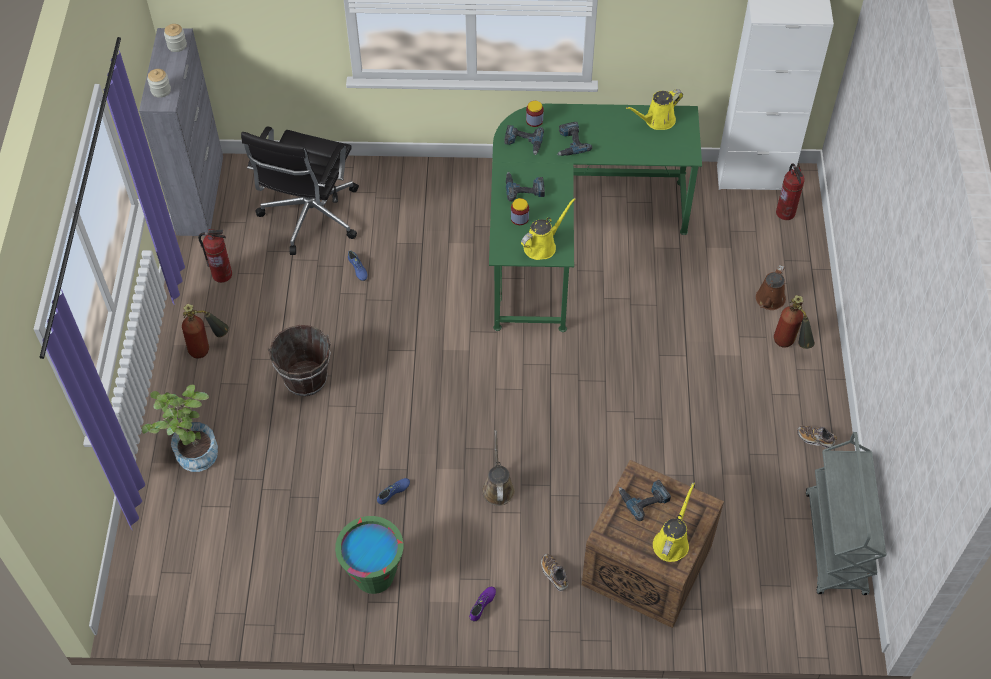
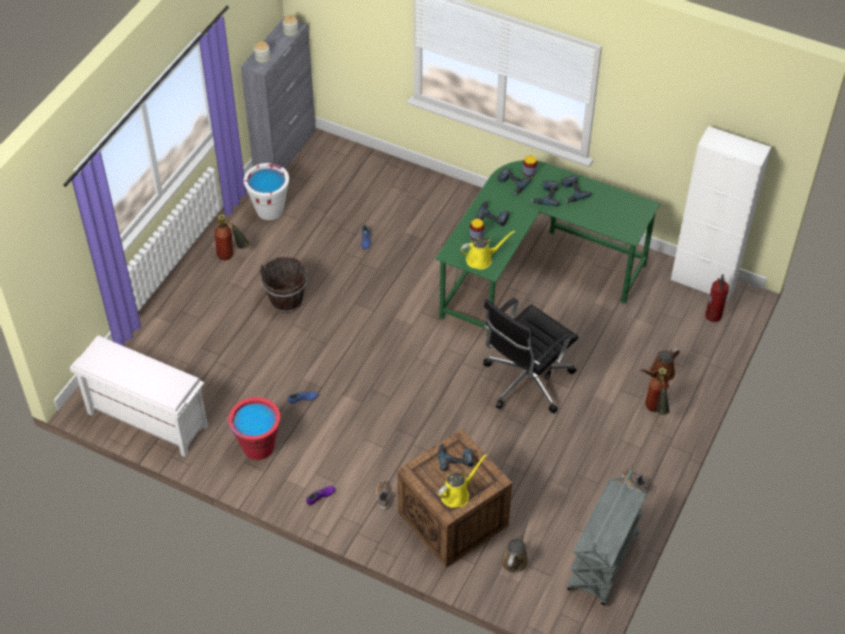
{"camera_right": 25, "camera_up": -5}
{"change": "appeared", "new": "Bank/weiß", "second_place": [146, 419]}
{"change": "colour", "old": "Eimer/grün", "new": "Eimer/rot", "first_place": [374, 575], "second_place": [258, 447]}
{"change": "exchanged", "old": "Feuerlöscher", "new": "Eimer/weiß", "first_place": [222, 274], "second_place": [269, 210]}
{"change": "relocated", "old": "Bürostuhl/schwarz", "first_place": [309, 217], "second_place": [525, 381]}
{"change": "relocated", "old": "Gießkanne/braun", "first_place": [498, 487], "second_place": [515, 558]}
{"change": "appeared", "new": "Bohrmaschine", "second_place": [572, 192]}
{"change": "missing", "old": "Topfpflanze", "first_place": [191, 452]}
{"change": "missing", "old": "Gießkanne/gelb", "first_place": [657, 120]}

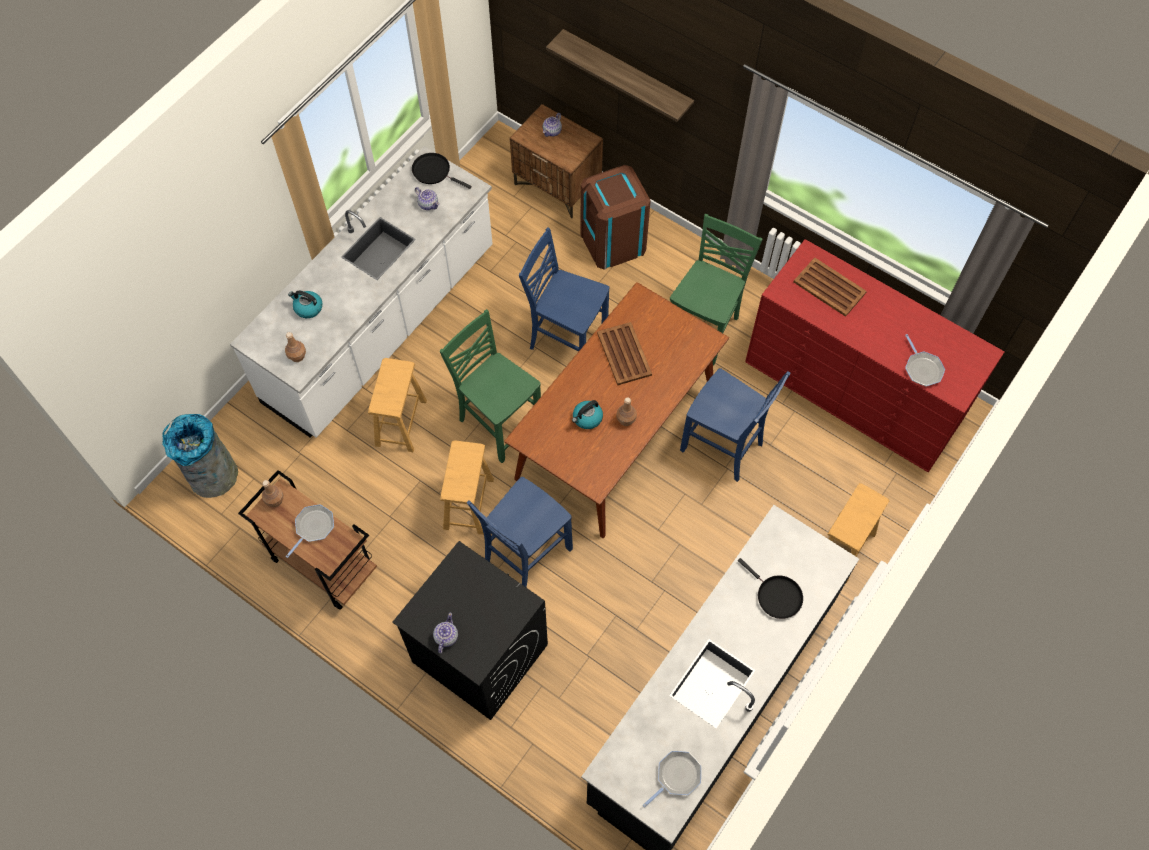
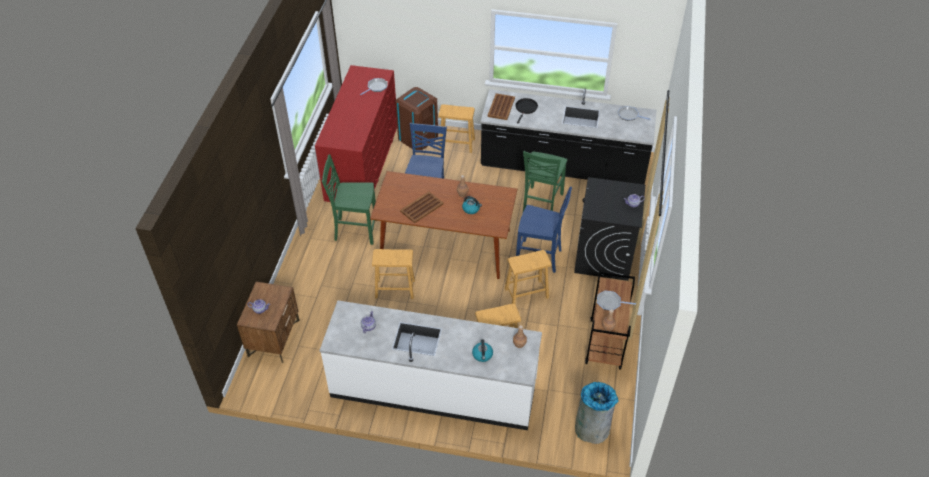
{"camera_right": -115, "camera_up": -15}
{"change": "exchanged", "old": "Stuhl/blau", "new": "Hocker/braun", "first_place": [566, 341], "second_place": [395, 289]}
{"change": "relocated", "old": "Mülleimer/braun", "first_place": [613, 242], "second_place": [418, 137]}
{"change": "relocated", "old": "Tablett/braun", "first_place": [830, 288], "second_place": [501, 107]}
{"change": "relocated", "old": "Stuhl/grün", "first_place": [498, 422], "second_place": [541, 203]}
{"change": "missing", "old": "Pfanne/schwarz", "first_place": [434, 171]}
{"change": "missing", "old": "Wandregal", "first_place": [627, 75]}

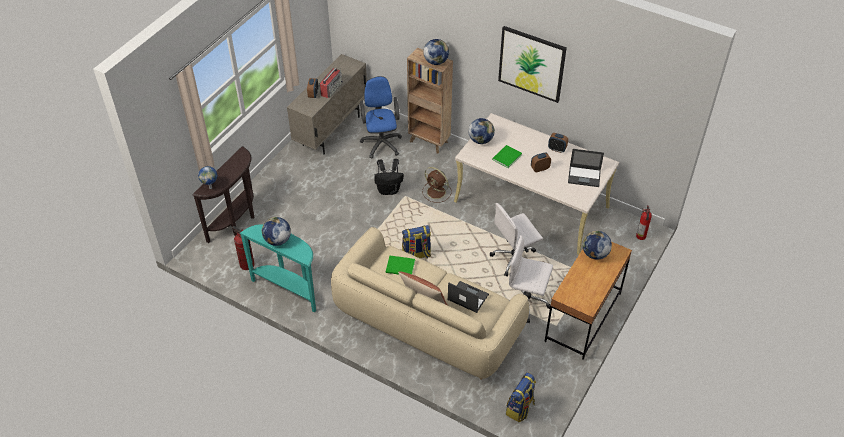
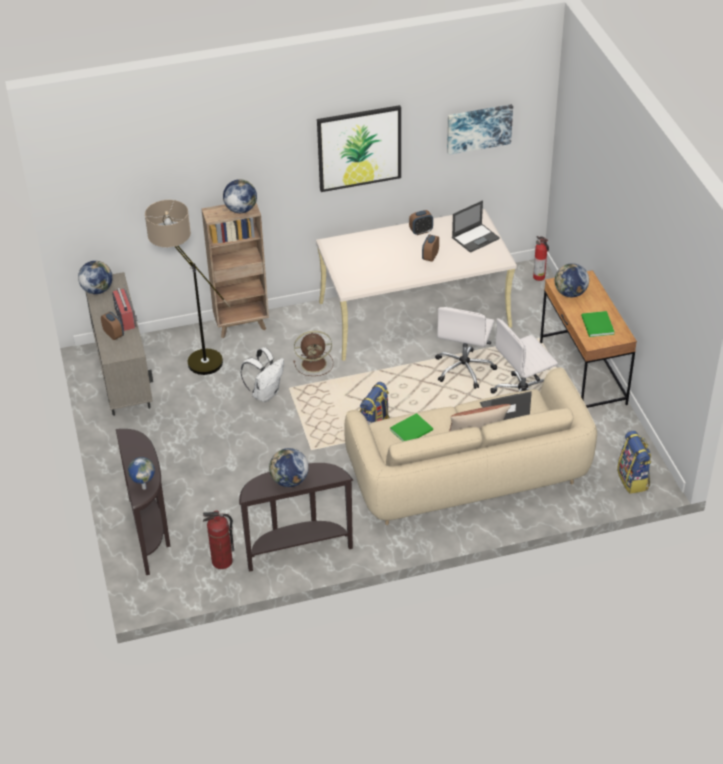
{"camera_right": -45, "camera_up": -5}
{"change": "relocated", "old": "Globus", "first_place": [480, 140], "second_place": [97, 290]}
{"change": "exchanged", "old": "Bürostuhl/blau", "new": "Stehlampe", "first_place": [381, 142], "second_place": [194, 357]}
{"change": "colour", "old": "Konsolentisch/türkis", "new": "Konsolentisch/braun", "first_place": [288, 289], "second_place": [297, 549]}
{"change": "colour", "old": "Rucksack/schwarz", "new": "Rucksack/weiß", "first_place": [389, 190], "second_place": [265, 393]}
{"change": "appeared", "new": "Bild", "second_place": [479, 128]}
{"change": "relocated", "old": "Buch/grün", "first_place": [506, 157], "second_place": [597, 326]}

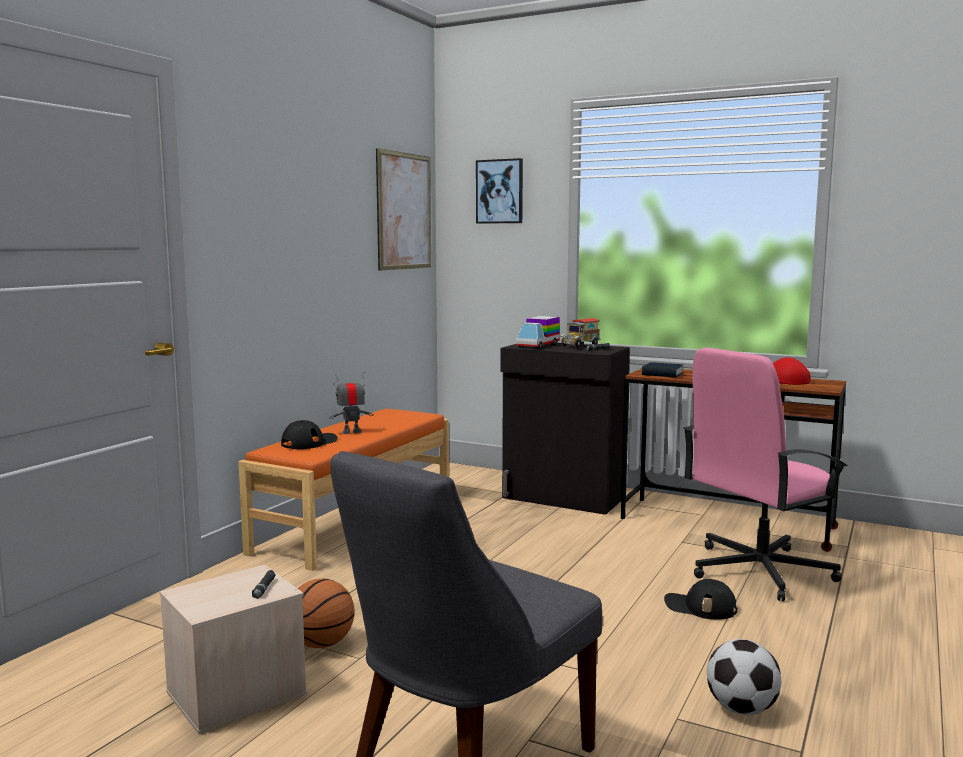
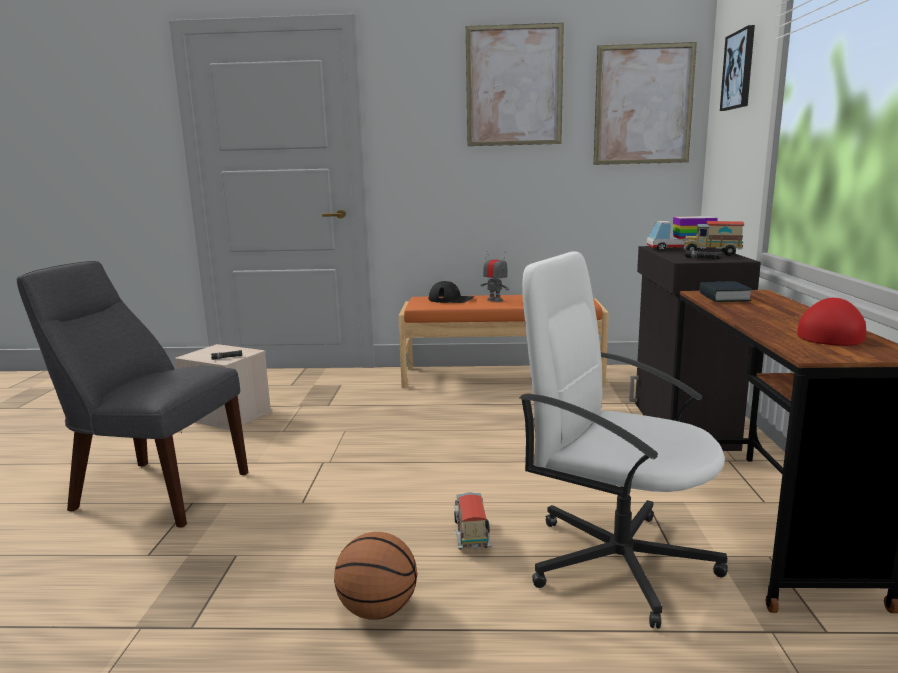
{"camera_right": 65, "camera_up": 5}
{"change": "relocated", "old": "Basketball", "first_place": [321, 644], "second_place": [377, 610]}
{"change": "exchanged", "old": "Kappe/schwarz", "new": "Spielzeuglaster", "first_place": [700, 607], "second_place": [472, 536]}
{"change": "appeared", "new": "Bild", "second_place": [514, 86]}
{"change": "colour", "old": "Bürostuhl/rosa", "new": "Bürostuhl/weiß", "first_place": [758, 571], "second_place": [617, 561]}
{"change": "missing", "old": "Fußball", "first_place": [742, 709]}

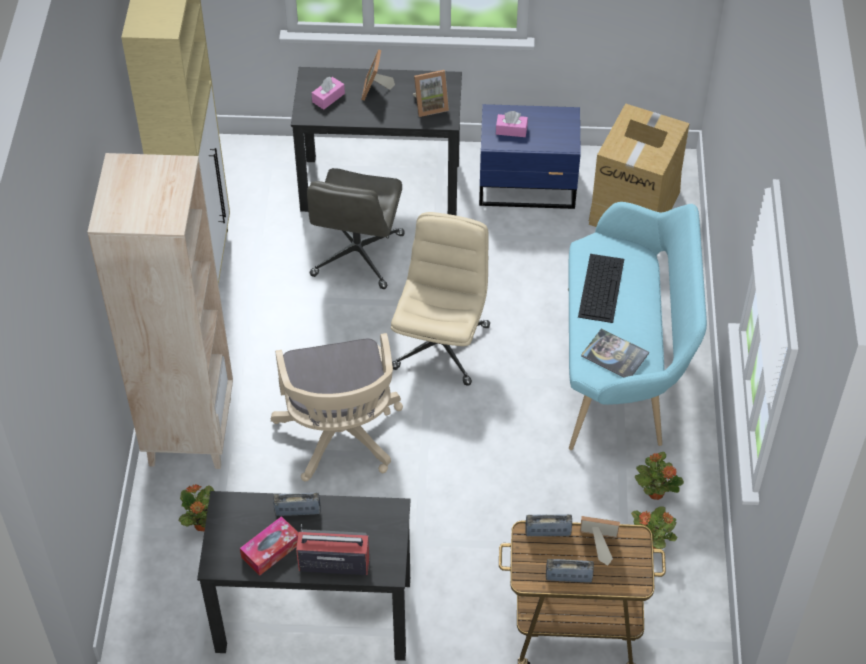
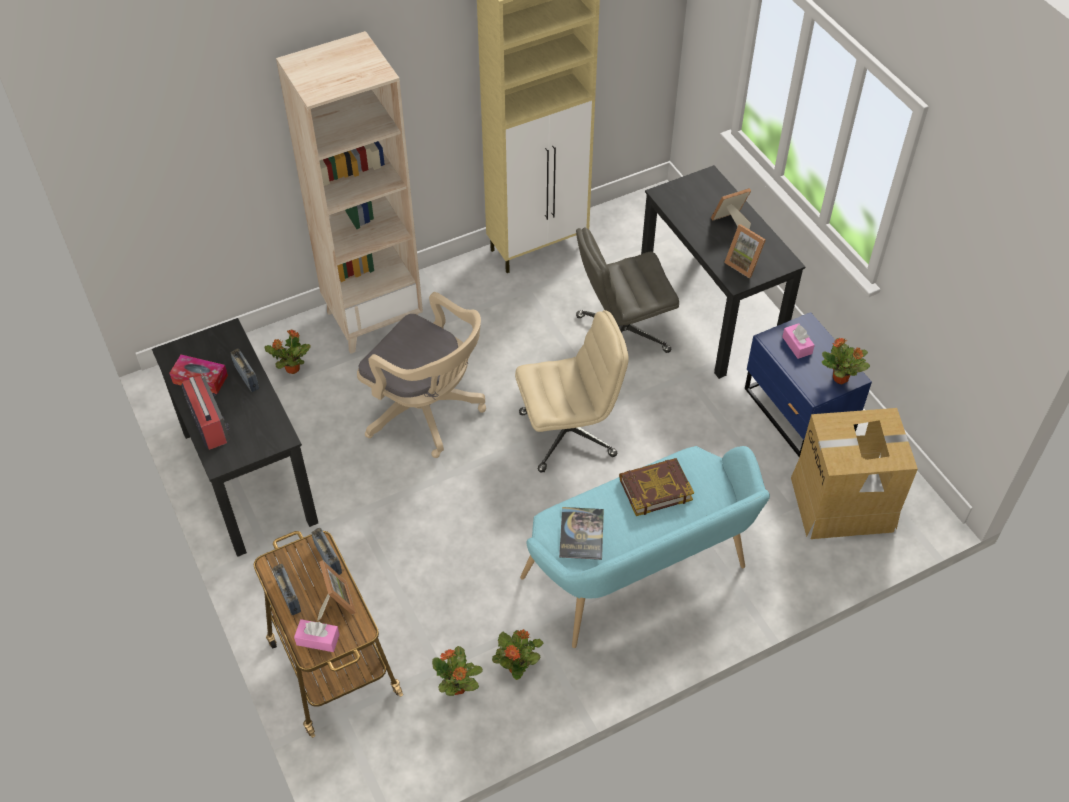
{"camera_right": 60, "camera_up": 0}
{"change": "relocated", "old": "Taschentuchbox/rosa", "first_place": [328, 98], "second_place": [318, 639]}
{"change": "spun", "old": "Bürostuhl/beige", "first_place": [340, 438], "second_place": [427, 412], "degrees": -105}
{"change": "exchanged", "old": "Tastatur", "new": "Buch", "first_place": [601, 287], "second_place": [655, 489]}
{"change": "appeared", "new": "Topfpflanze", "second_place": [840, 378]}

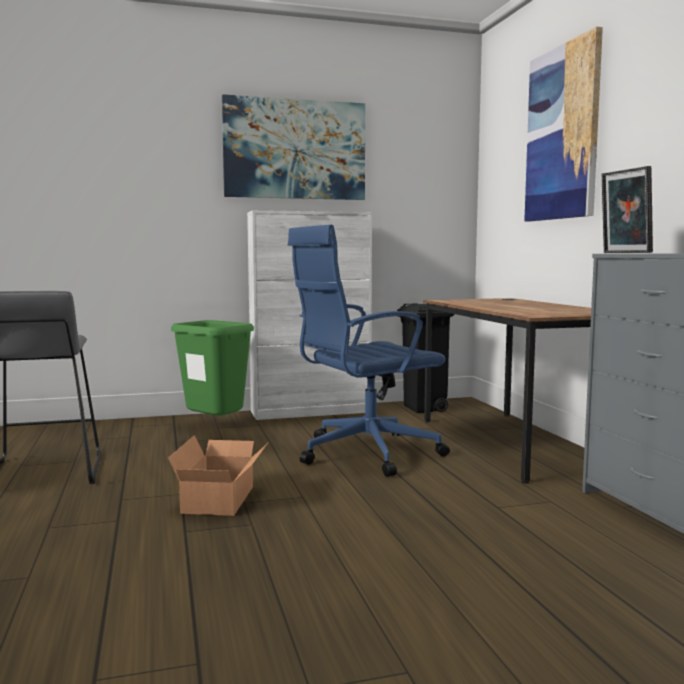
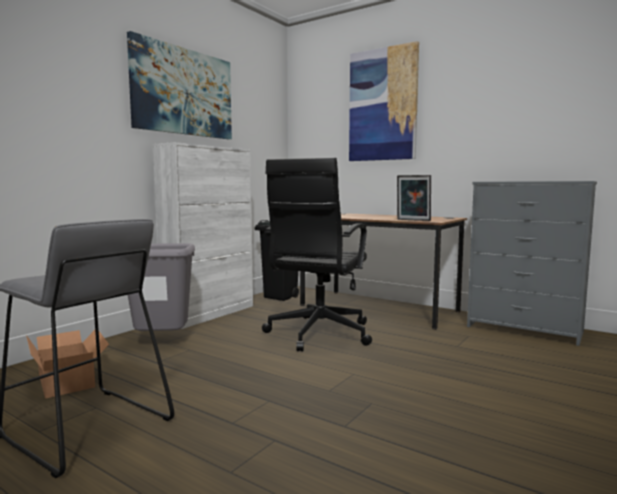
{"camera_right": -40, "camera_up": 0}
{"change": "relocated", "old": "Karton", "first_place": [222, 499], "second_place": [69, 379]}
{"change": "colour", "old": "Mülleimer/grün", "new": "Mülleimer/grau", "first_place": [215, 427], "second_place": [162, 342]}
{"change": "colour", "old": "Bürostuhl/blau", "new": "Bürostuhl/schwarz", "first_place": [364, 453], "second_place": [318, 334]}
{"change": "relocated", "old": "Bilderrahmen", "first_place": [623, 253], "second_place": [413, 220]}

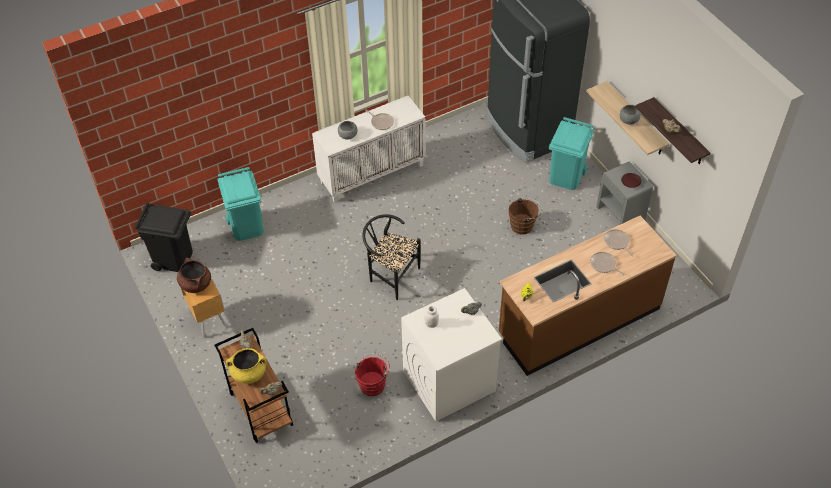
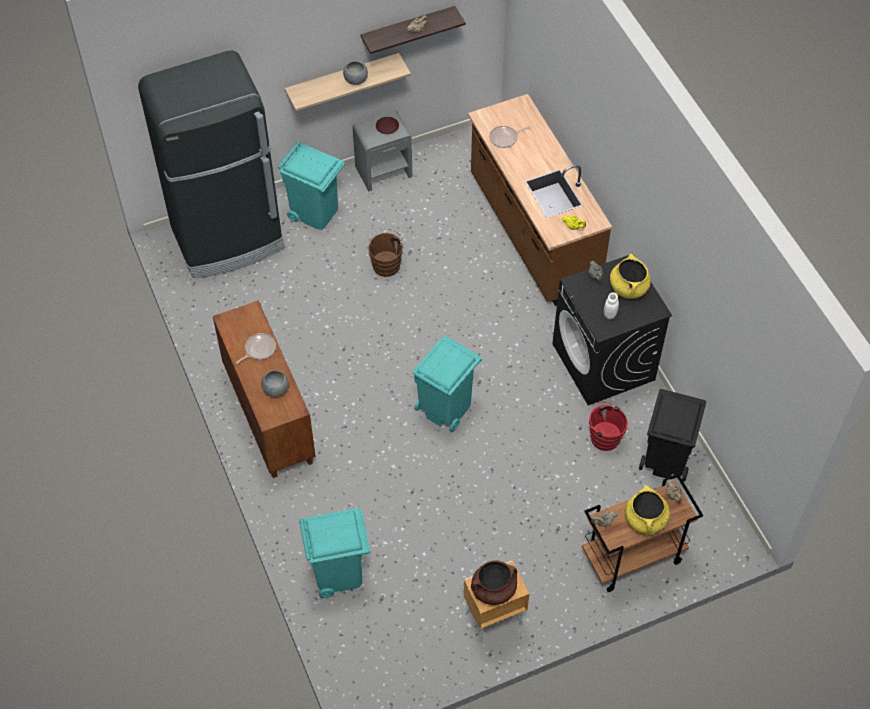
{"camera_right": -85, "camera_up": 5}
{"change": "colour", "old": "Schrank/weiß", "new": "Schrank/braun", "first_place": [372, 173], "second_place": [268, 415]}
{"change": "exchanged", "old": "Stuhl/schwarz", "new": "Mülleimer/türkis", "first_place": [390, 275], "second_place": [445, 407]}
{"change": "colour", "old": "Waschmaschine/weiß", "new": "Waschmaschine/schwarz", "first_place": [448, 381], "second_place": [604, 362]}
{"change": "appeared", "new": "Kochtopf/gelb", "second_place": [628, 287]}
{"change": "relocated", "old": "Mülleimer/schwarz", "first_place": [174, 258], "second_place": [665, 459]}
{"change": "missing", "old": "Pfanne", "first_place": [604, 265]}

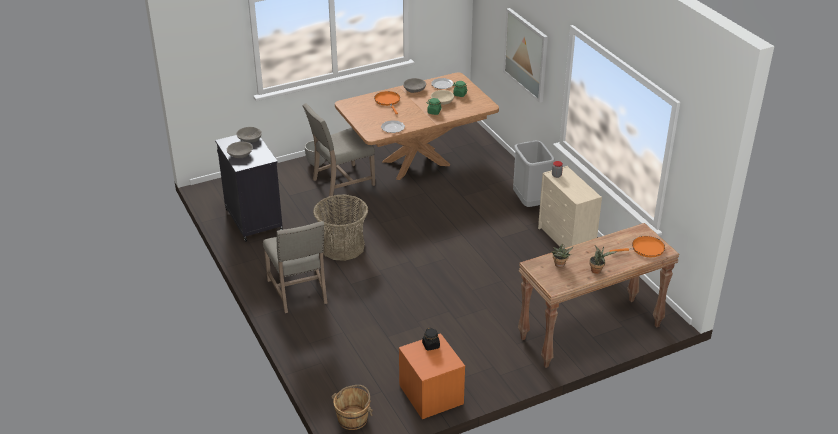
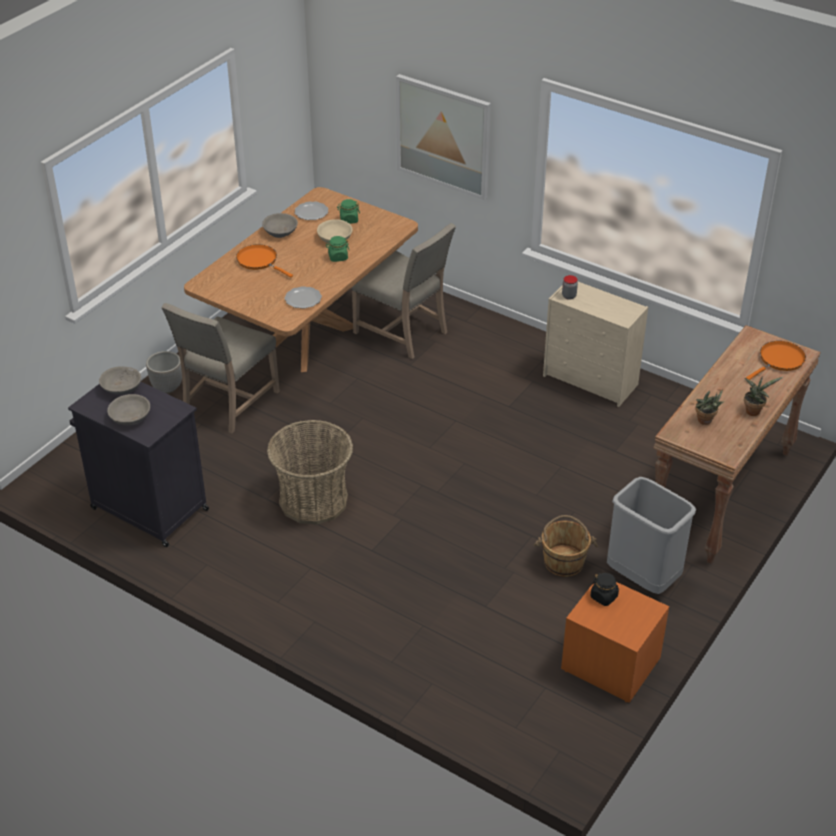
{"camera_right": -30, "camera_up": 5}
{"change": "relocated", "old": "Stuhl/beige", "first_place": [299, 292], "second_place": [404, 332]}
{"change": "relocated", "old": "Eimer/braun", "first_place": [353, 418], "second_place": [563, 561]}
{"change": "relocated", "old": "Mülleimer/grau", "first_place": [531, 202], "second_place": [643, 577]}

